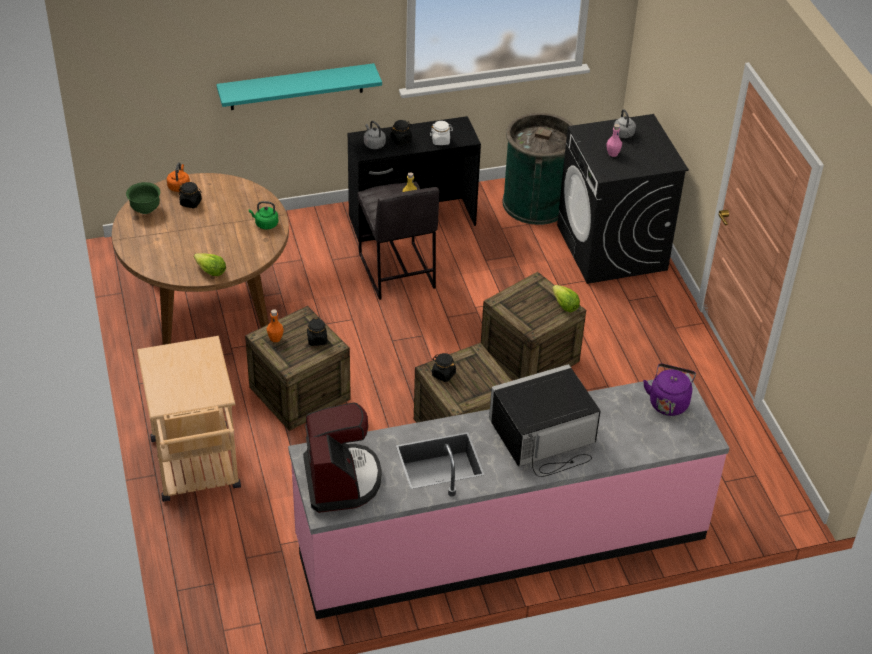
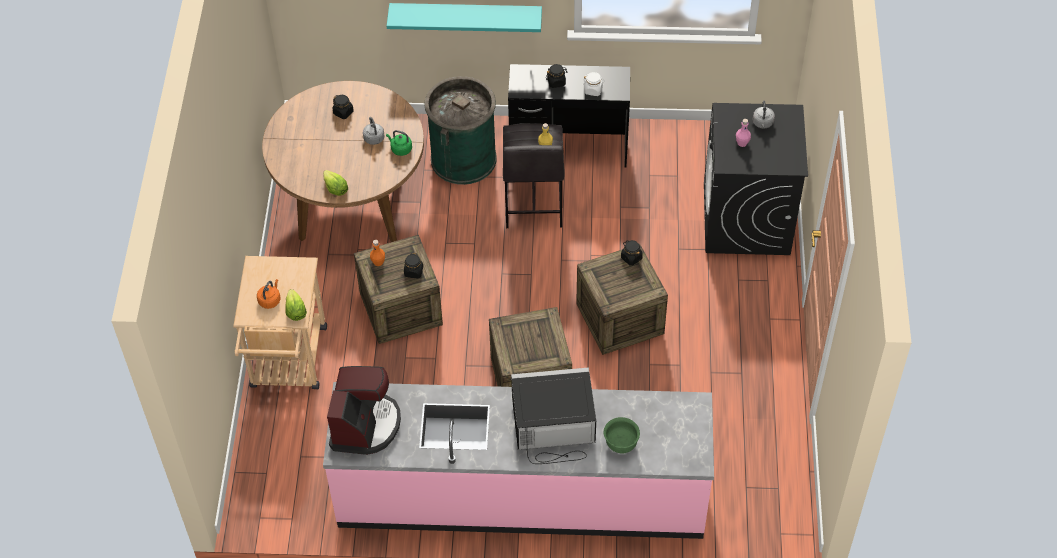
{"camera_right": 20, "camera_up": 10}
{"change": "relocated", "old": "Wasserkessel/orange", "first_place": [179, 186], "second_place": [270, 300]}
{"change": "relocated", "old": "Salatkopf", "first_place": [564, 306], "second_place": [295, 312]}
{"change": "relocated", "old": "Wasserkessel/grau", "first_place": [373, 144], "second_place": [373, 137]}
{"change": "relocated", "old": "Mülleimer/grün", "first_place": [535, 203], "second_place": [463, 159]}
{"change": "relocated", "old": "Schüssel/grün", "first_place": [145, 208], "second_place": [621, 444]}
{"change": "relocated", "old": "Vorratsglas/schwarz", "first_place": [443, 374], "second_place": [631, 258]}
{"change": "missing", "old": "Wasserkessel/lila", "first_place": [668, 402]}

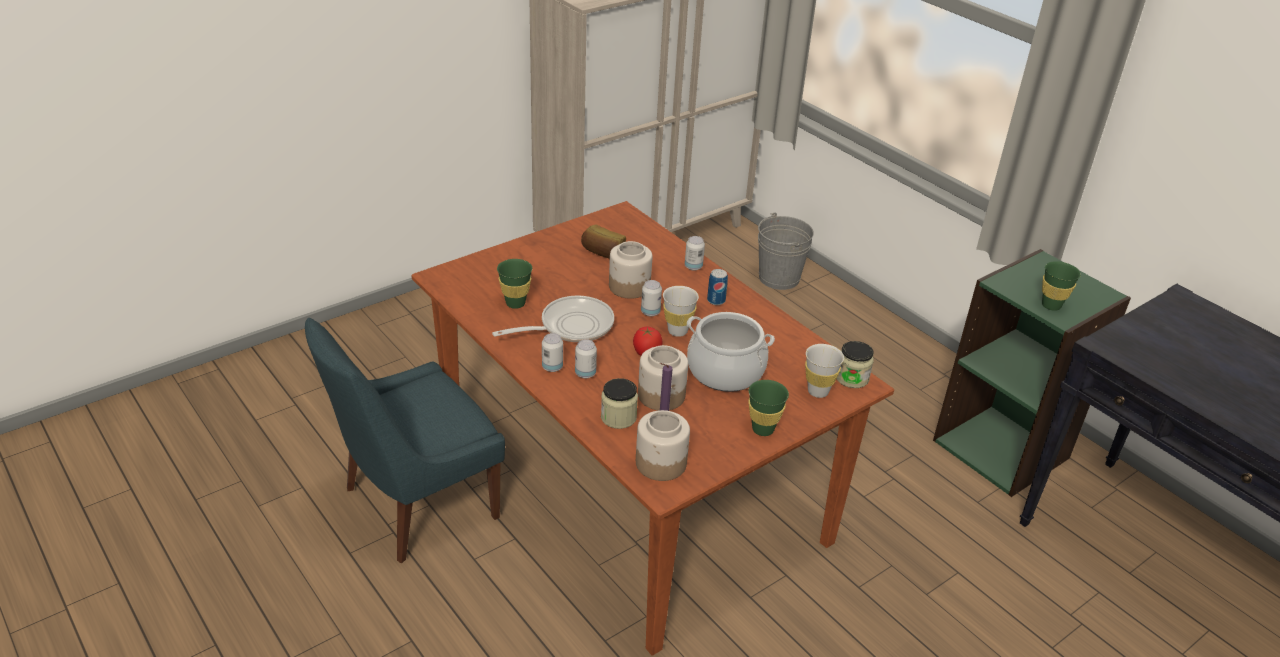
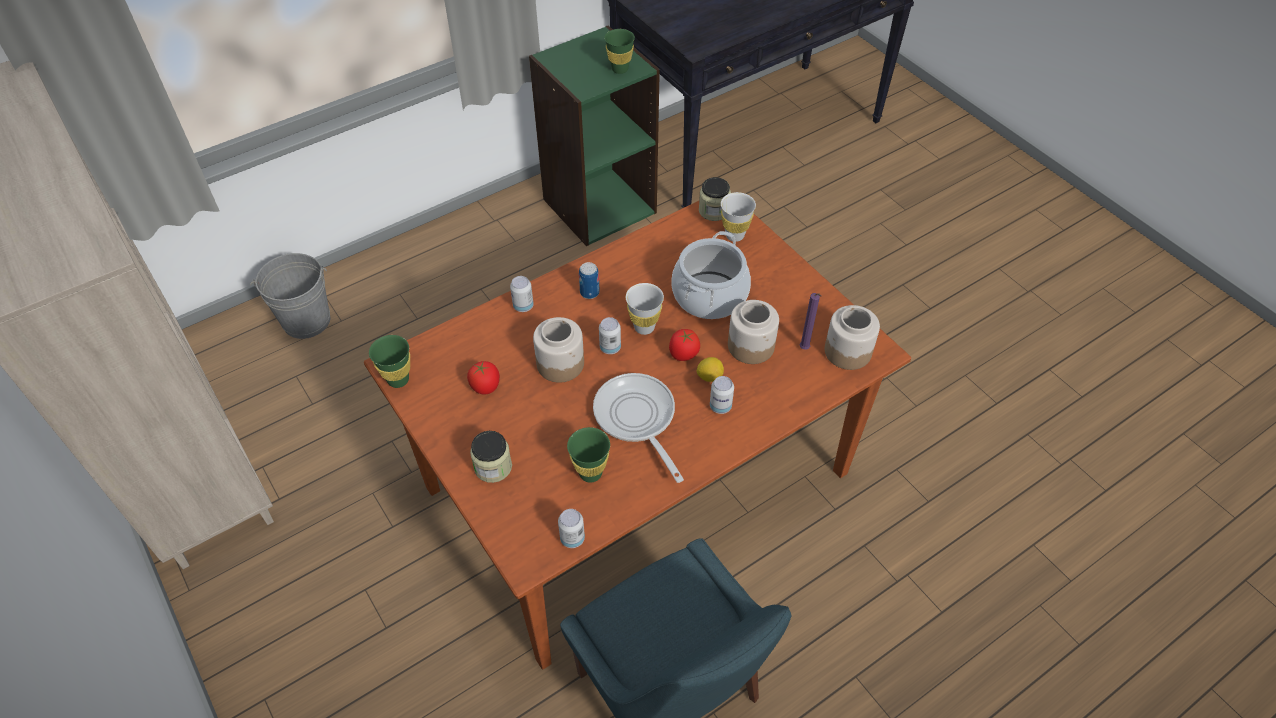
{"camera_right": -85, "camera_up": 15}
{"change": "relocated", "old": "Tasse/grün", "first_place": [763, 429], "second_place": [398, 380]}
{"change": "exchanged", "old": "Brot", "new": "Tomate", "first_place": [602, 252], "second_place": [486, 387]}
{"change": "relocated", "old": "Vorratsglas", "first_place": [618, 417], "second_place": [493, 467]}
{"change": "relocated", "old": "Dose", "first_place": [552, 367], "second_place": [572, 538]}
{"change": "appeared", "new": "Zitrone", "second_place": [709, 377]}

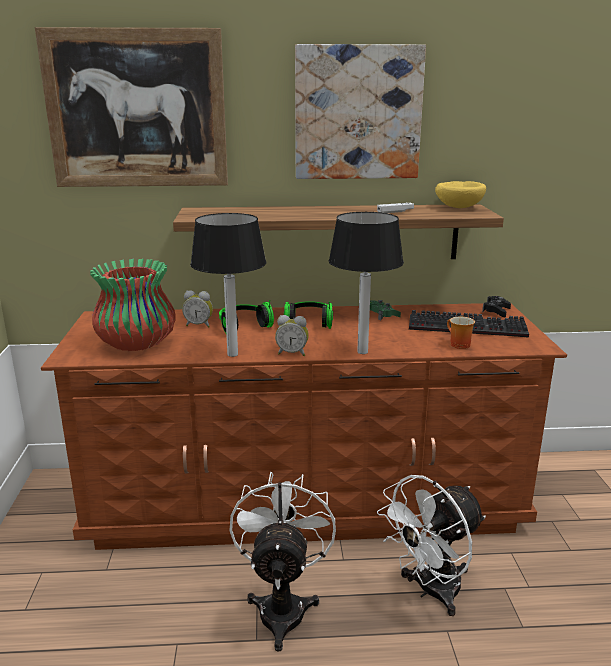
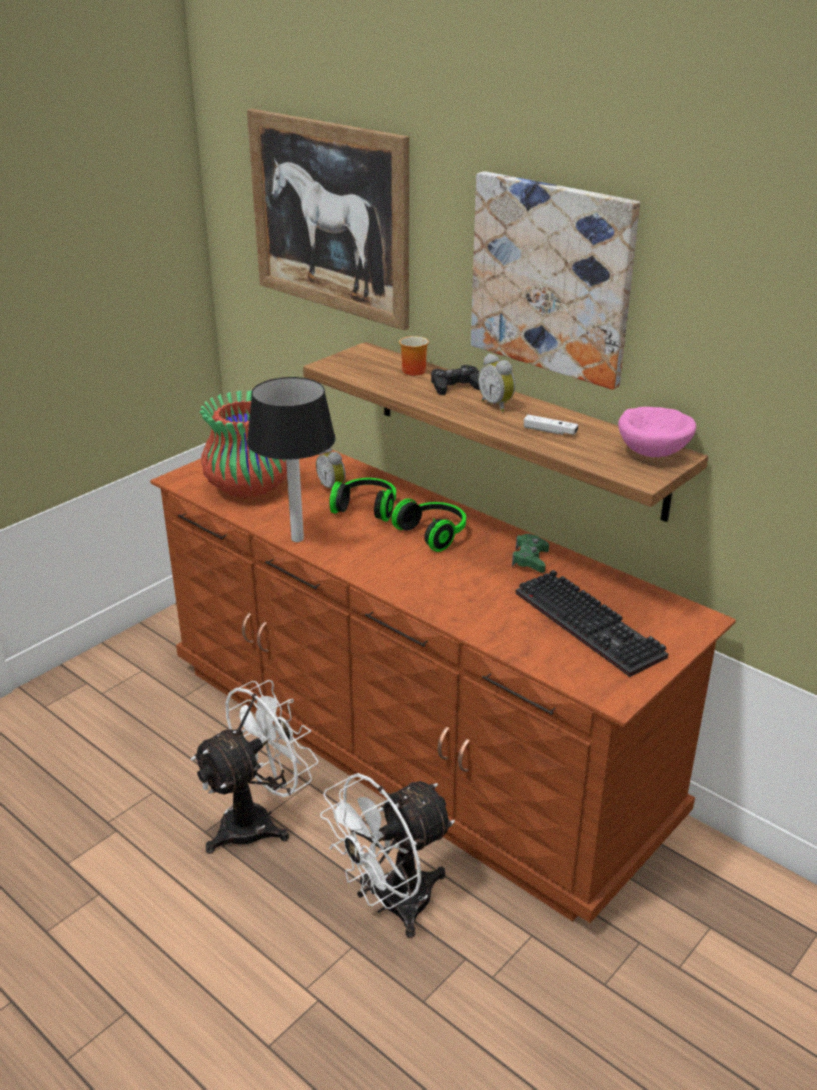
{"camera_right": 45, "camera_up": 10}
{"change": "spun", "old": "Ventilator/weiß", "first_place": [430, 591], "second_place": [391, 905], "degrees": -45}
{"change": "relocated", "old": "Henkelbecher", "first_place": [457, 344], "second_place": [413, 370]}
{"change": "relocated", "old": "Gamepad/schwarz", "first_place": [496, 311], "second_place": [455, 386]}
{"change": "relocated", "old": "Wecker", "first_place": [292, 353], "second_place": [497, 405]}
{"change": "colour", "old": "Schüssel/gelb", "new": "Schüssel/rosa", "first_place": [459, 207], "second_place": [654, 452]}
{"change": "missing", "old": "Tischlampe", "first_place": [362, 352]}

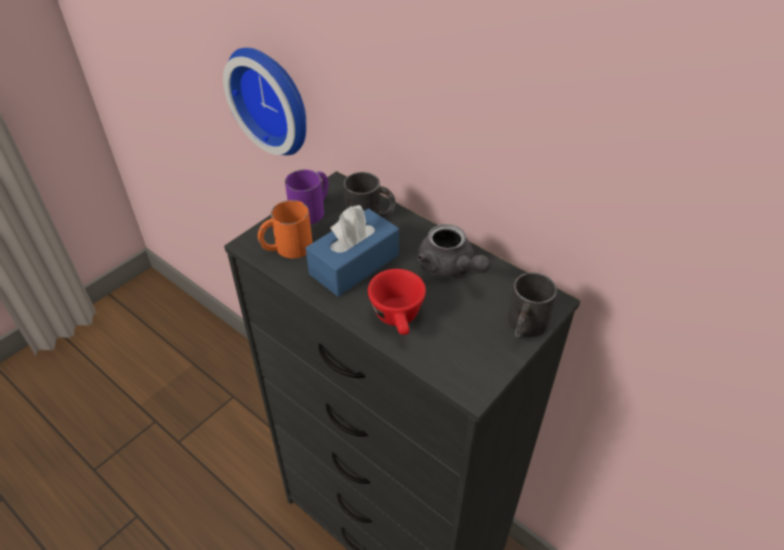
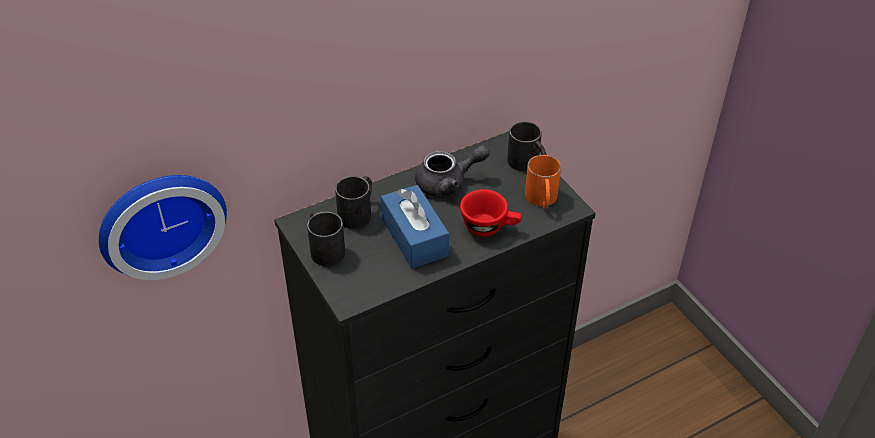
{"camera_right": -70, "camera_up": 0}
{"change": "colour", "old": "Henkelbecher/lila", "new": "Henkelbecher/schwarz", "first_place": [312, 209], "second_place": [324, 248]}
{"change": "relocated", "old": "Henkelbecher/orange", "first_place": [286, 248], "second_place": [542, 200]}

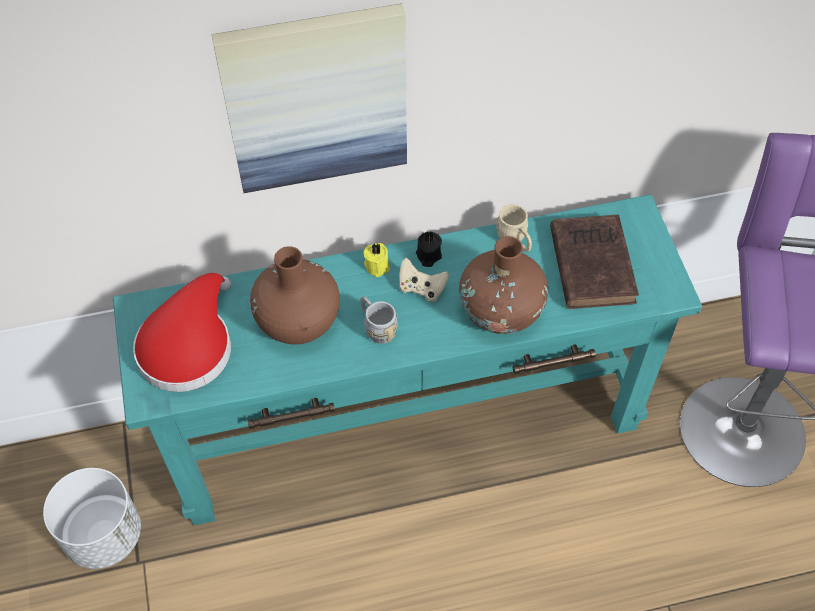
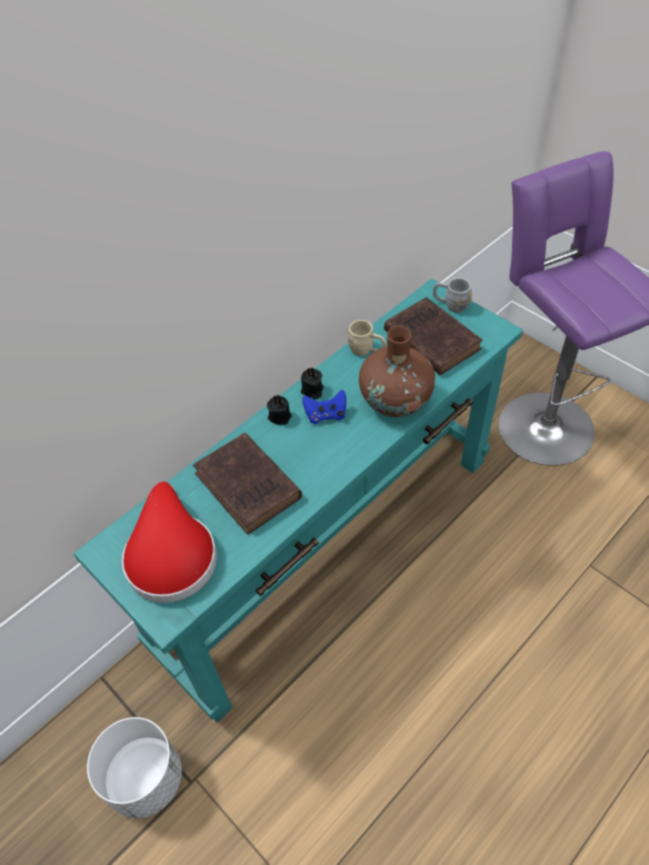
{"camera_right": -30, "camera_up": -5}
{"change": "exchanged", "old": "Vase/braun", "new": "Buch/braun", "first_place": [298, 321], "second_place": [249, 487]}
{"change": "colour", "old": "Kerze/gelb", "new": "Kerze/schwarz", "first_place": [377, 265], "second_place": [279, 416]}
{"change": "colour", "old": "Gamepad/beige", "new": "Gamepad/blau", "first_place": [421, 288], "second_place": [326, 415]}
{"change": "relocated", "old": "Henkelbecher/grau", "first_place": [377, 328], "second_place": [450, 305]}
{"change": "missing", "old": "Bild", "first_place": [316, 99]}

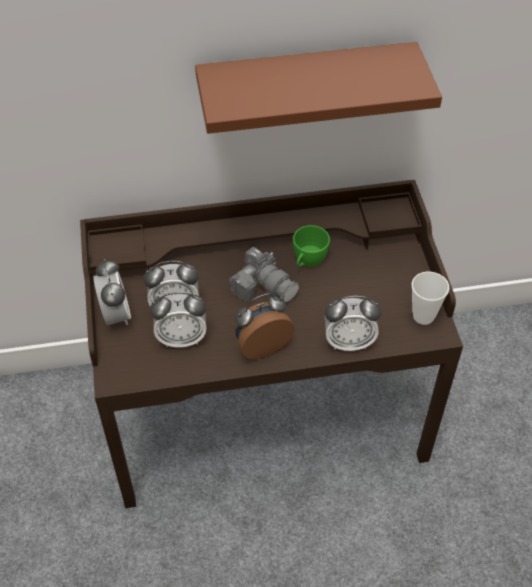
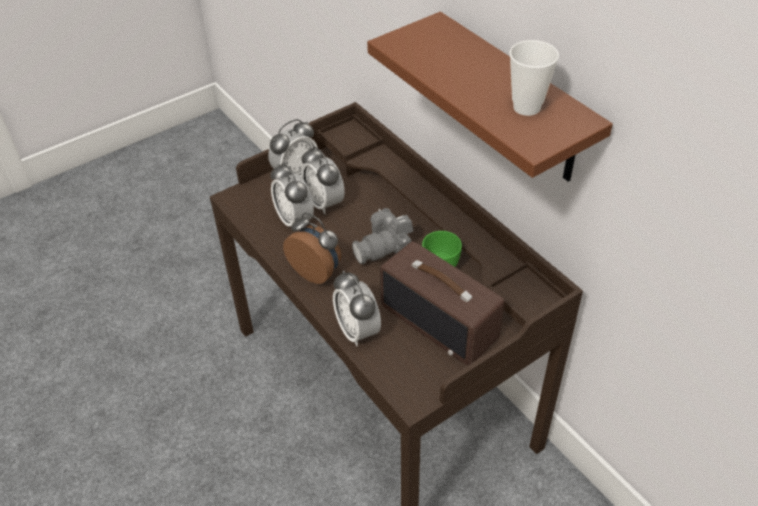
{"camera_right": 65, "camera_up": -5}
{"change": "spun", "old": "Kamera", "first_place": [264, 286], "second_place": [385, 248], "degrees": 45}
{"change": "appeared", "new": "Radio", "second_place": [440, 322]}
{"change": "relocated", "old": "Tasse", "first_place": [423, 316], "second_place": [526, 107]}

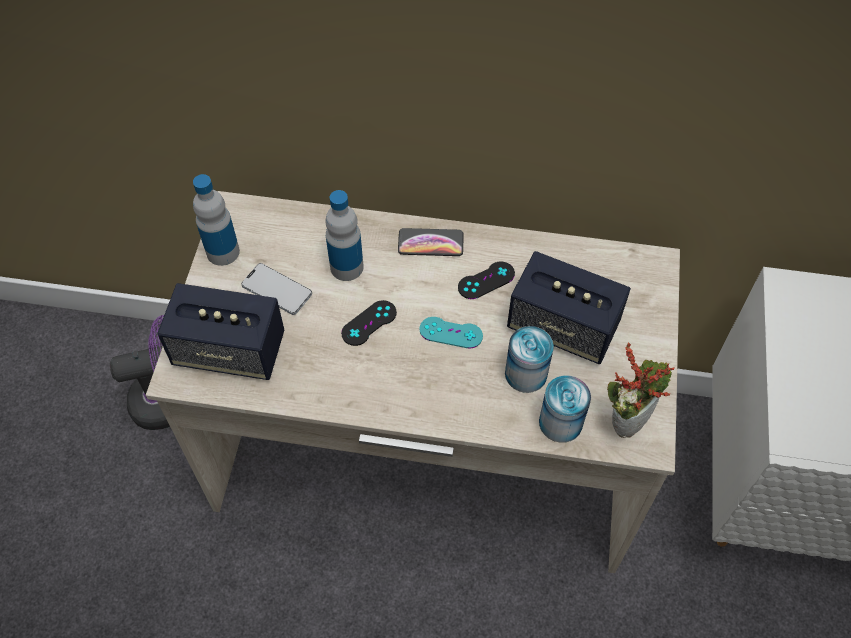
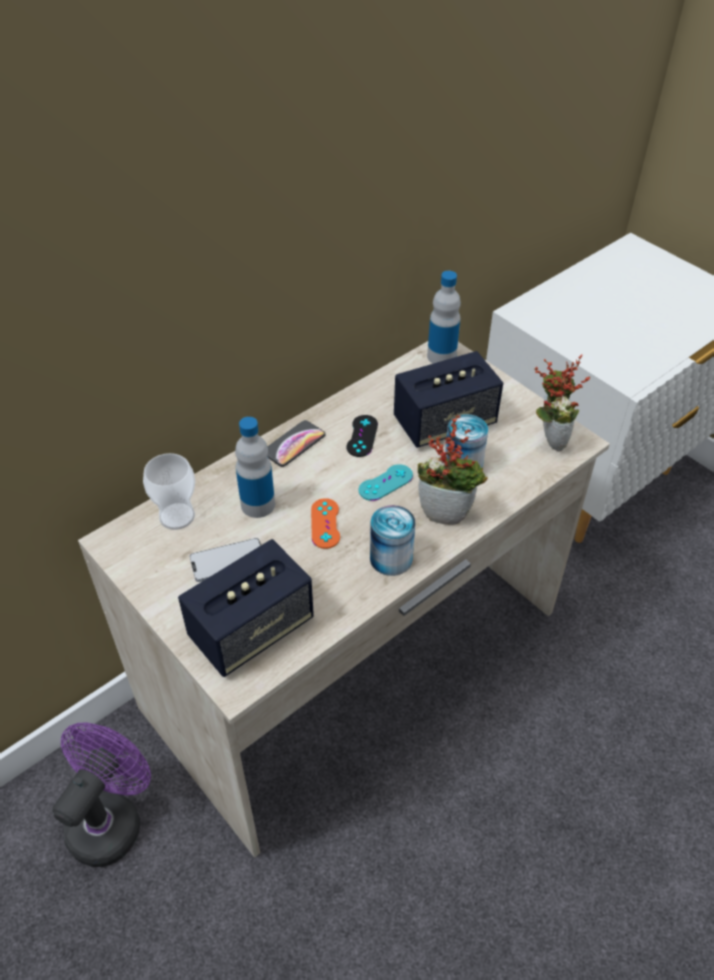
{"camera_right": -50, "camera_up": -10}
{"change": "appeared", "new": "Tasse", "second_place": [177, 516]}
{"change": "colour", "old": "Gamepad/schwarz", "new": "Gamepad/orange", "first_place": [369, 323], "second_place": [325, 523]}
{"change": "relocated", "old": "Dose", "first_place": [560, 422], "second_place": [391, 558]}
{"change": "appeared", "new": "Topfpflanze", "second_place": [447, 513]}
{"change": "relocated", "old": "Flasche", "first_place": [223, 252], "second_place": [441, 356]}

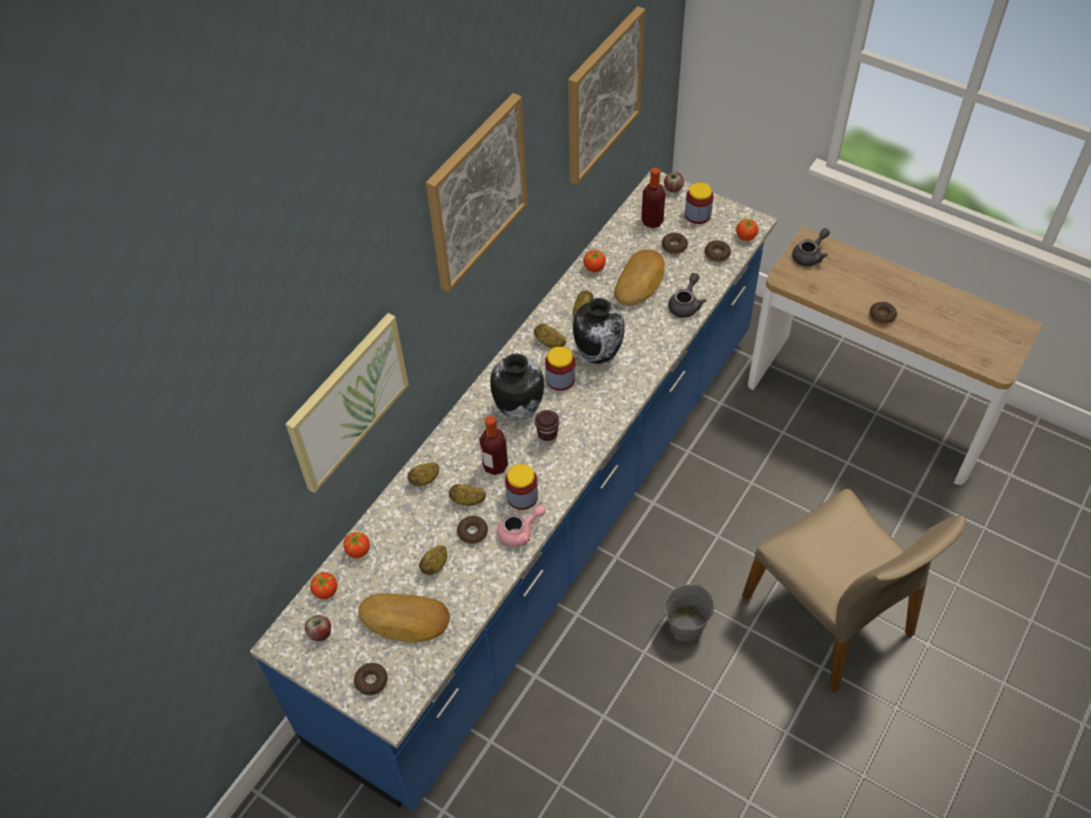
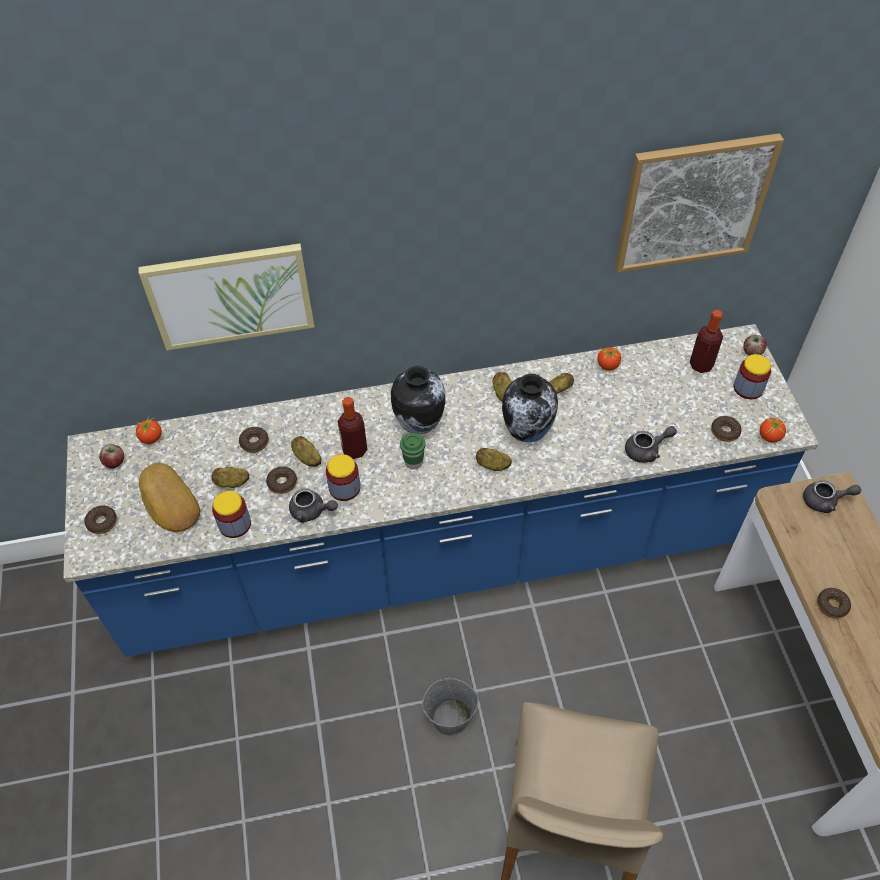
{"camera_right": 45, "camera_up": 0}
{"change": "relocated", "old": "Vorratsglas", "first_place": [560, 379], "second_place": [235, 524]}
{"change": "relocated", "old": "Donut", "first_place": [674, 246], "second_place": [254, 442]}
{"change": "colour", "old": "Teekanne/rosa", "new": "Teekanne/grau", "first_place": [520, 532], "second_place": [312, 511]}
{"change": "colour", "old": "Tasse/braun", "new": "Tasse/grün", "first_place": [547, 438], "second_place": [413, 462]}
{"change": "relocated", "old": "Kartoffel", "first_place": [425, 479], "second_place": [493, 465]}
{"change": "missing", "old": "Tomate", "first_place": [358, 551]}
{"change": "missing", "old": "Bild", "first_place": [476, 192]}
{"change": "missing", "old": "Brot", "first_place": [640, 282]}

